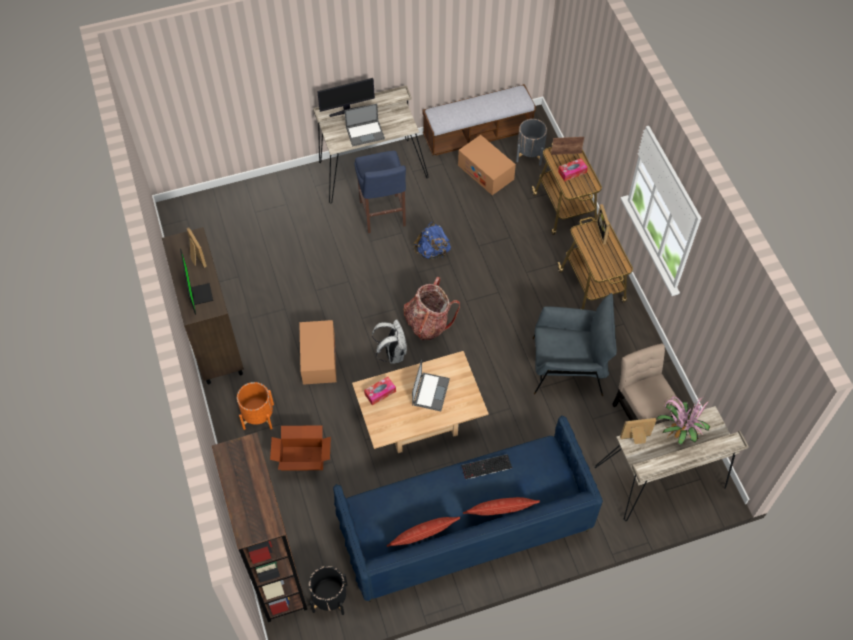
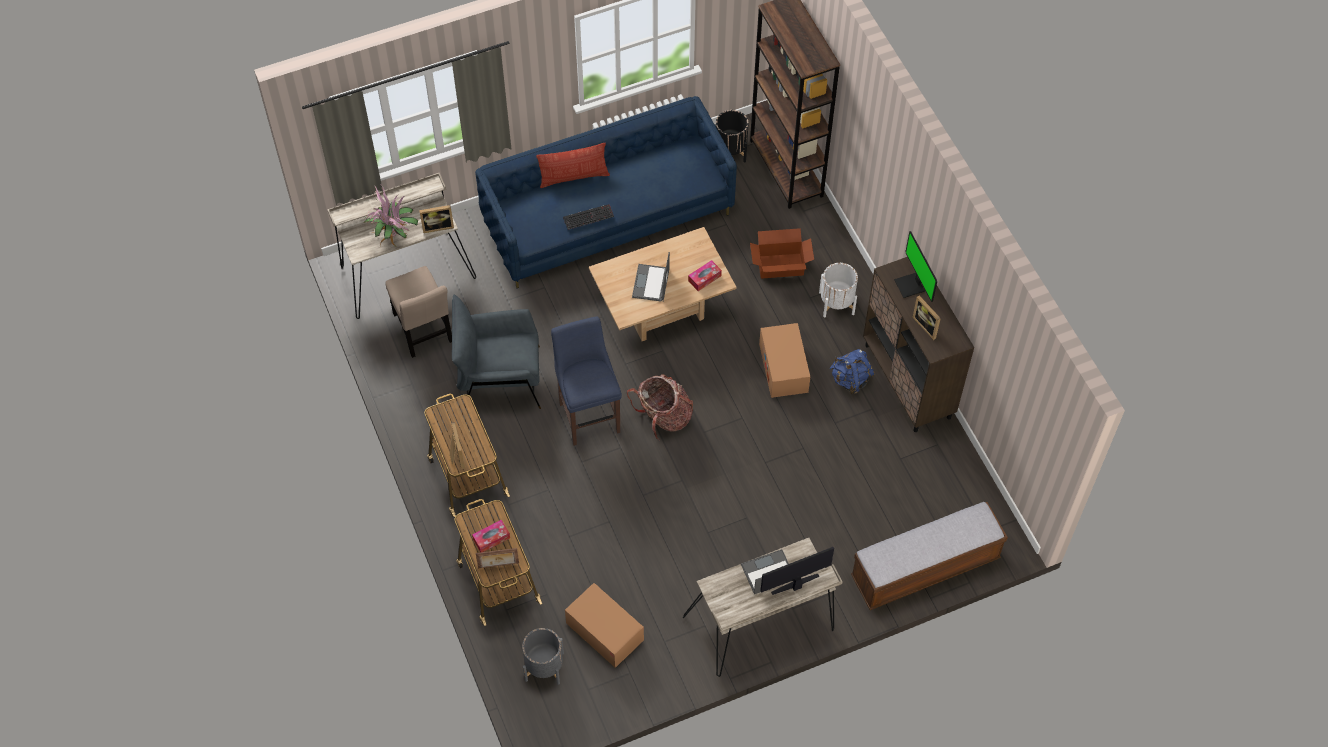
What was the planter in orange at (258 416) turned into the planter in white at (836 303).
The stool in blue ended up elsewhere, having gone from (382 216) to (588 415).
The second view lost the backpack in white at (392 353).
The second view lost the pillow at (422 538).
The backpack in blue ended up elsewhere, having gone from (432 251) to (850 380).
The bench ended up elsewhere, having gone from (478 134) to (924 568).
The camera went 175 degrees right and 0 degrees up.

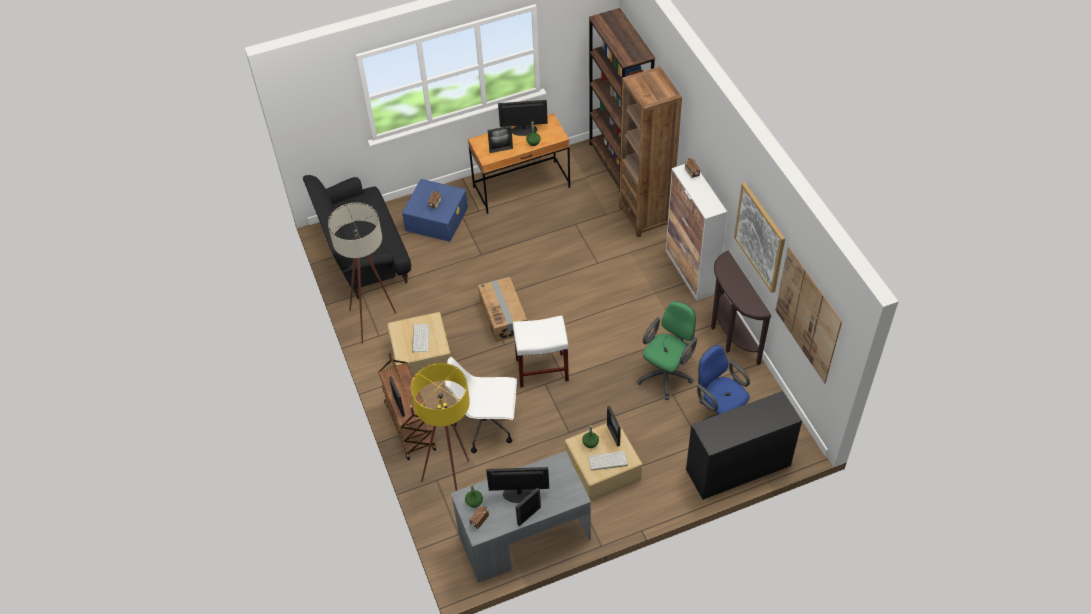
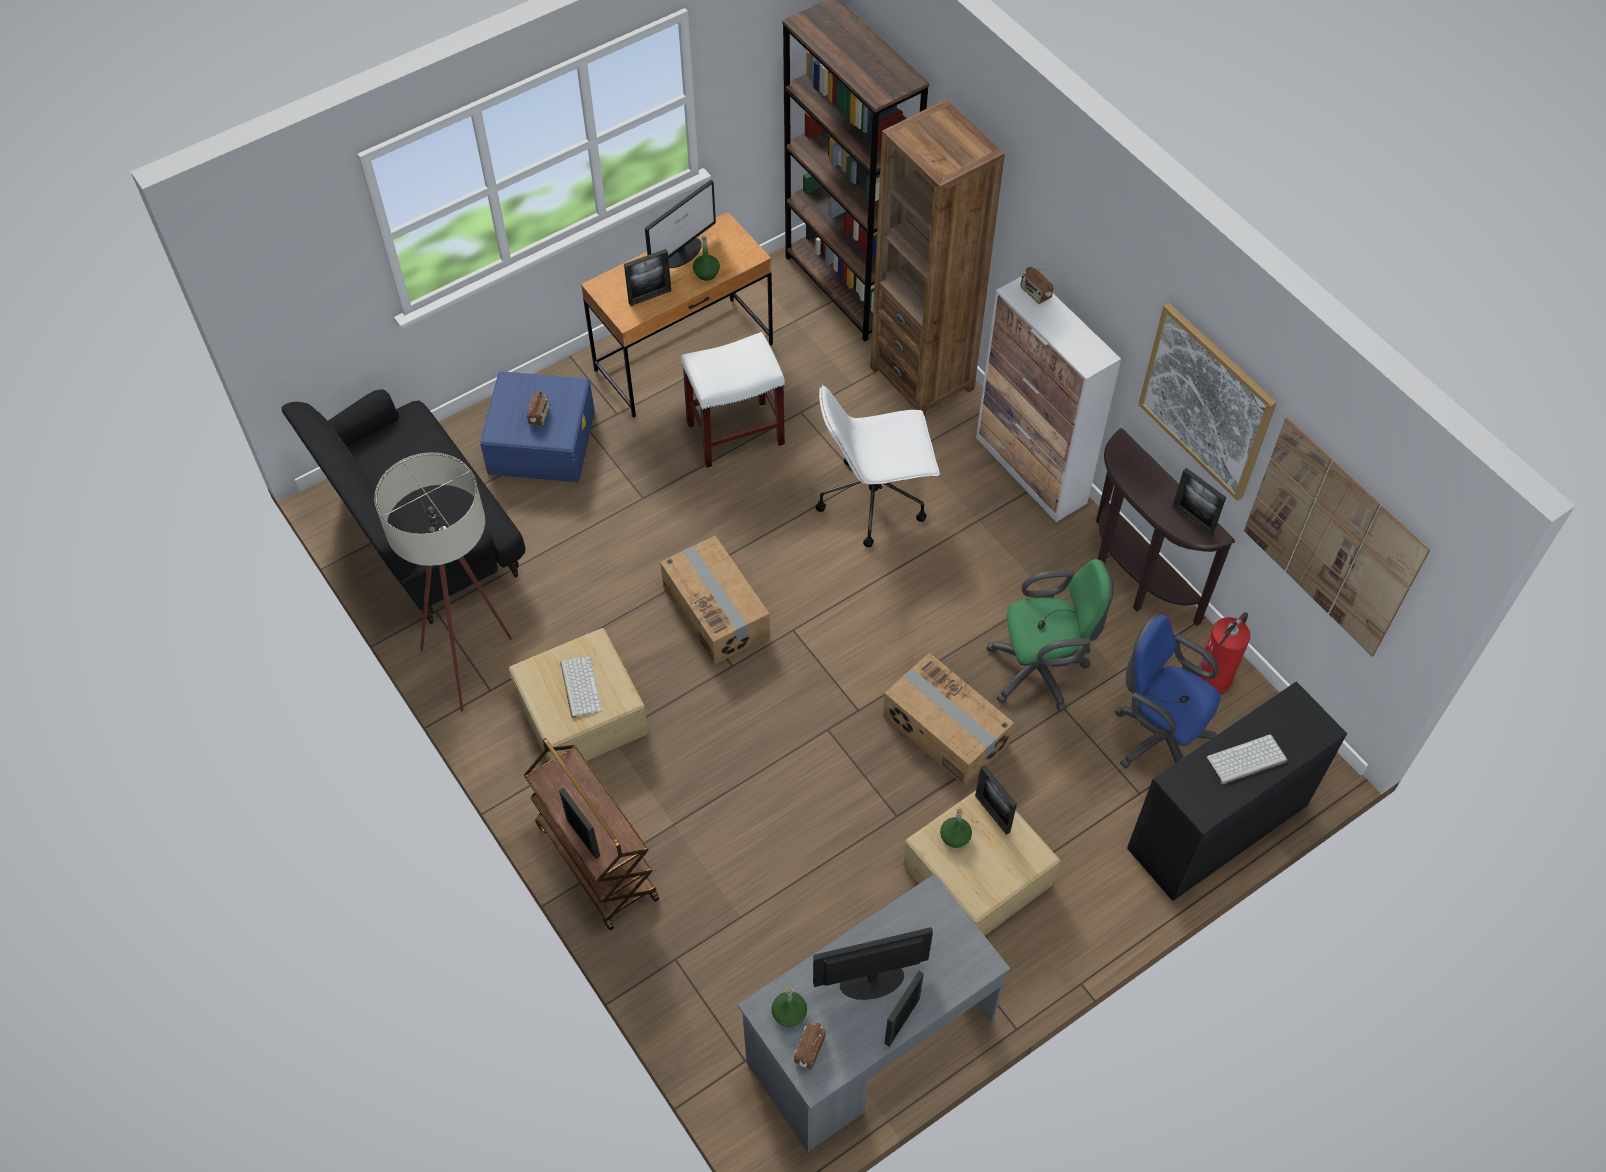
The second view lost the floor lamp in yellow at (454 478).
The office chair in white ended up elsewhere, having gone from (486 425) to (874 500).
The monitor at (523 130) ended up facing another way, 150 degrees clockwise from before.
The stool in white ended up elsewhere, having gone from (541 370) to (734 435).
The keyboard ended up elsewhere, having gone from (607 461) to (1246 760).
The office chair in green at (667 373) ended up facing another way, 60 degrees clockwise from before.
The second view gained the cardboard box at (945 730).
The second view gained the picture frame at (1192 520).
The second view gained the fire extinguisher at (1214 678).
The camera went 15 degrees left and 5 degrees up.

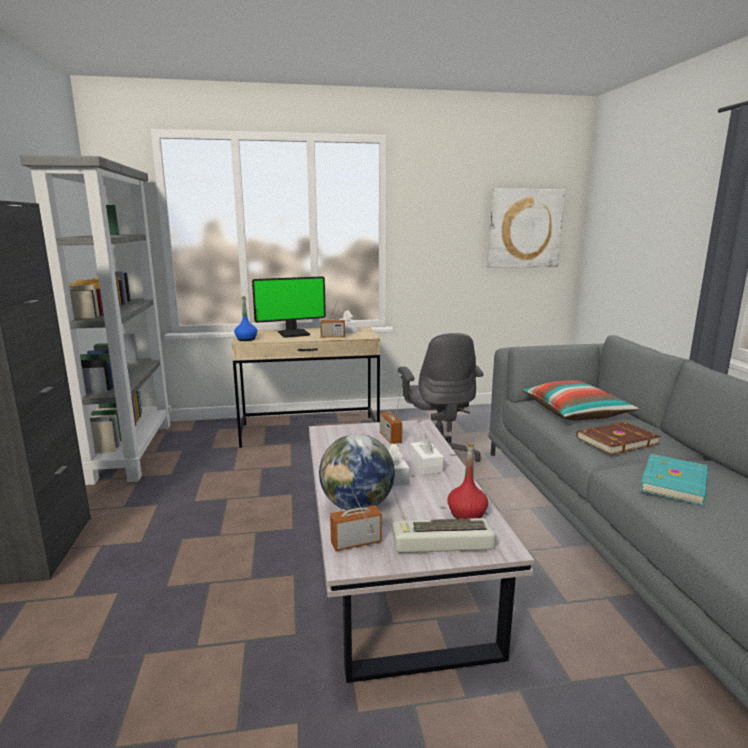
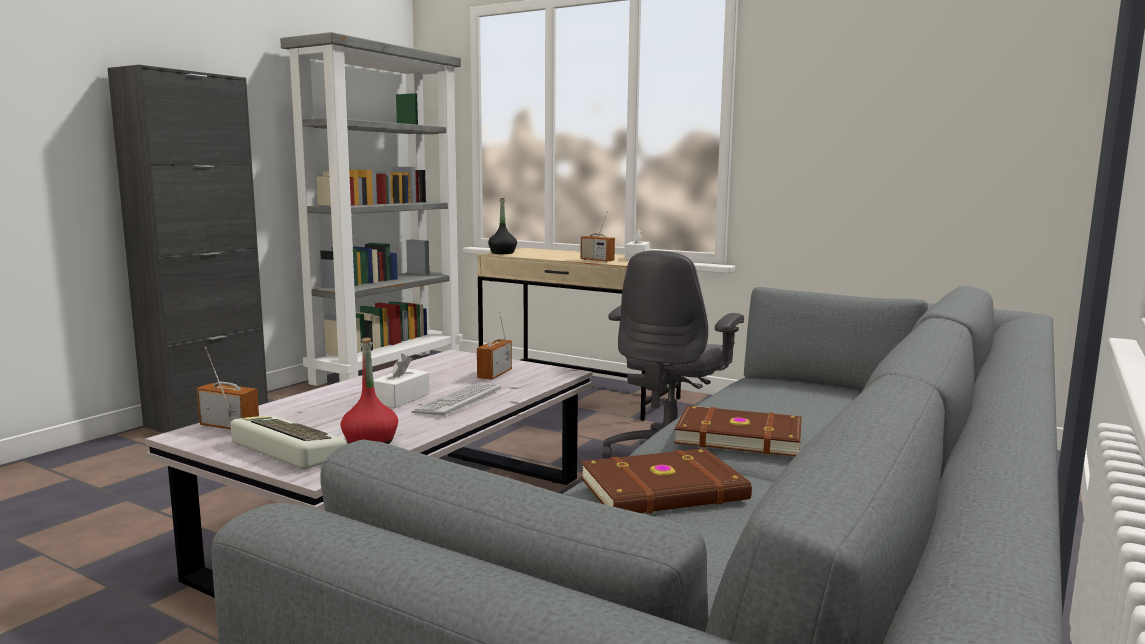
What was the bottle in blue at (246 339) turned into the bottle in black at (502 253).
The second view lost the monitor at (294 333).
The second view lost the globe at (357 506).
Where the tissue box in white stood at (426 465), the keyboard came to stand at (458 401).
The second view lost the picture at (524 228).
The second view lost the pillow at (575 413).
What was the book in turquoise at (676 482) turned into the book in brown at (665 490).
The camera went 40 degrees right and 5 degrees down.

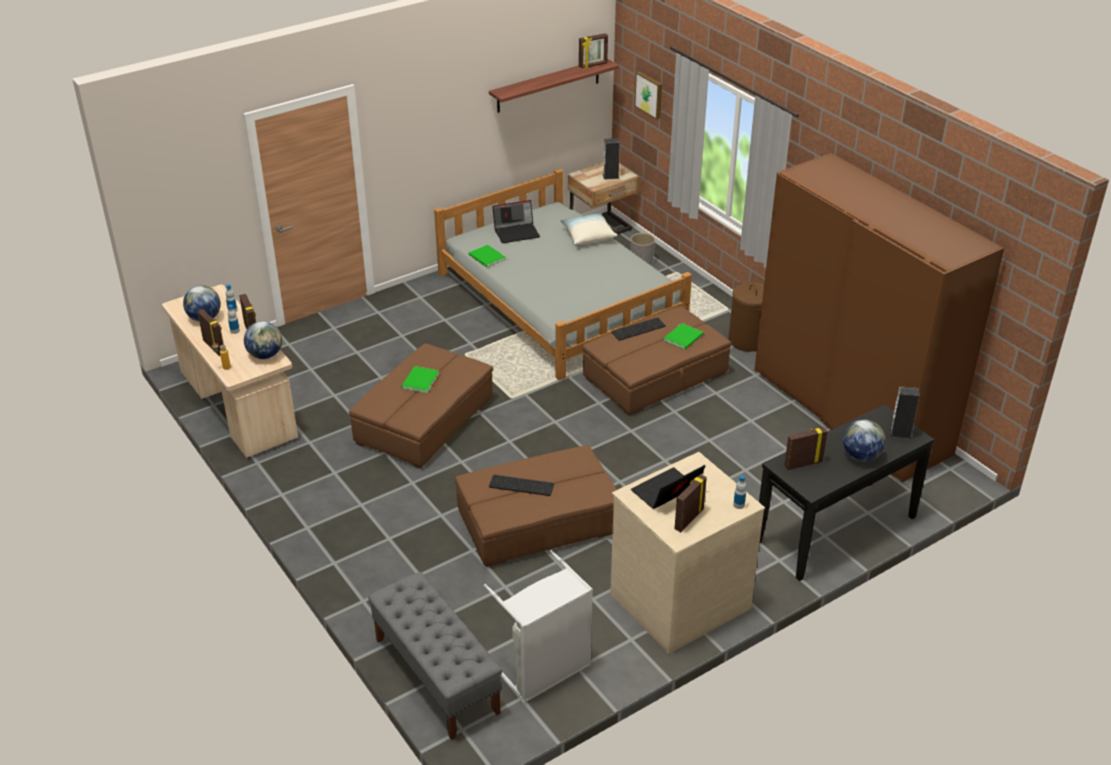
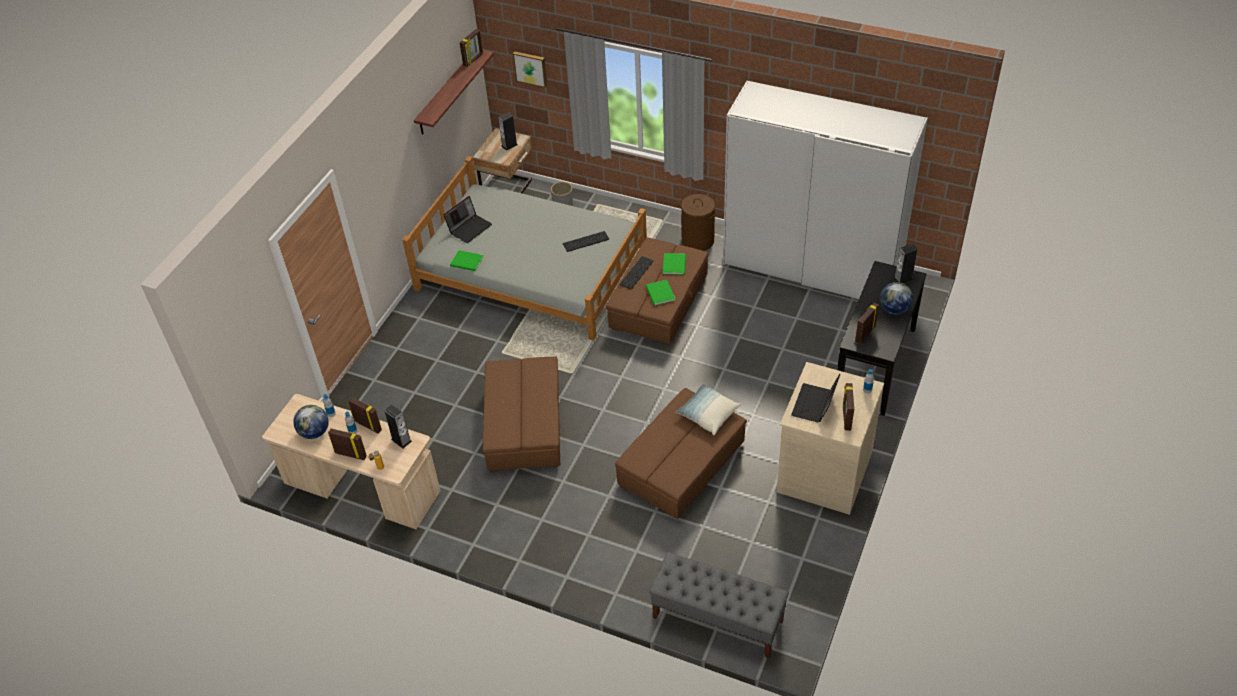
Where the globe stood at (265 355), the speaker came to stand at (401 440).
The book in green ended up elsewhere, having gone from (419 381) to (660 294).
The second view lost the laundry basket in grey at (545 670).
The keyboard ended up elsewhere, having gone from (520 486) to (585 242).
The pillow ended up elsewhere, having gone from (587 236) to (708 414).
What was the wardrobe in brown at (850 412) turned into the wardrobe in white at (812 267).
The camera went 30 degrees left and 10 degrees up.

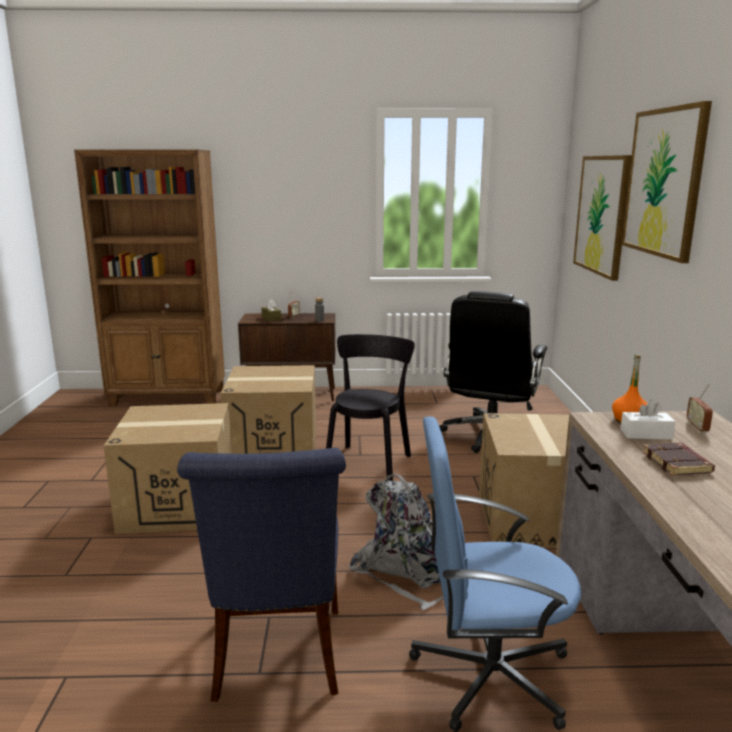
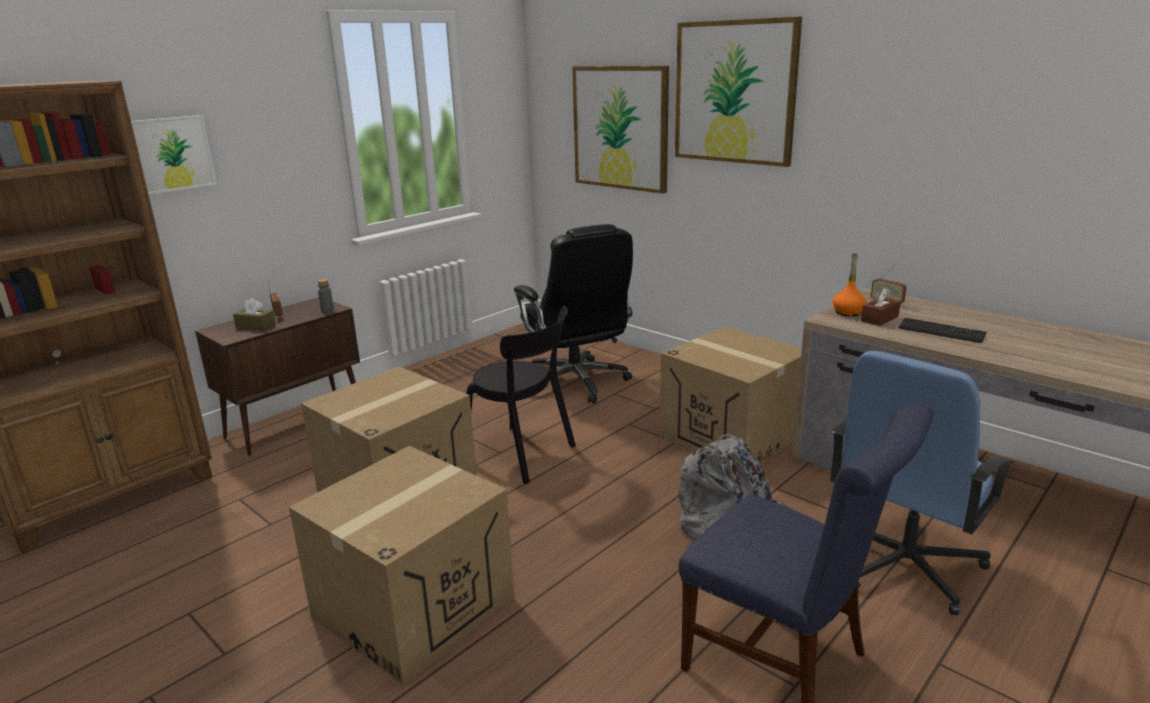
The chair in black at (369 462) ended up facing another way, 150 degrees clockwise from before.
What was the tissue box in white at (646 434) turned into the tissue box in brown at (879 319).
Where the book in brown stood at (678 464), the keyboard came to stand at (941 332).
The second view gained the picture at (173 154).
The camera went 45 degrees left and 5 degrees up.

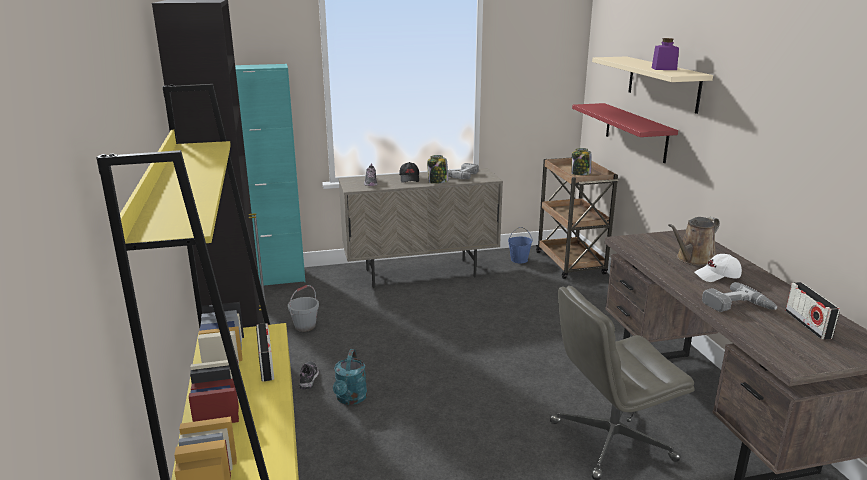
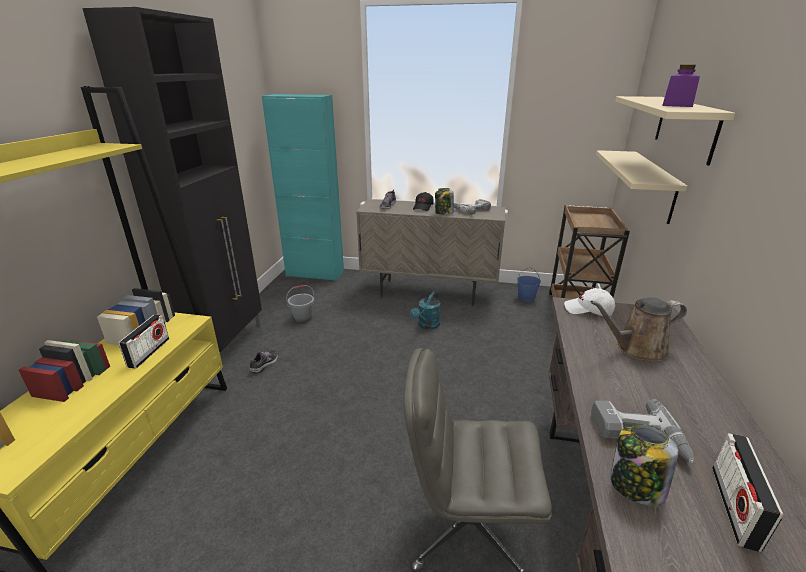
The watering can in turquoise ended up elsewhere, having gone from (350 399) to (427 325).
What was the shelf in red at (635 132) turned into the shelf in beige at (652 185).
The jar ended up elsewhere, having gone from (580 174) to (635 486).
The cap in white ended up elsewhere, having gone from (717 276) to (588 310).
The camera went 25 degrees right and 5 degrees up.

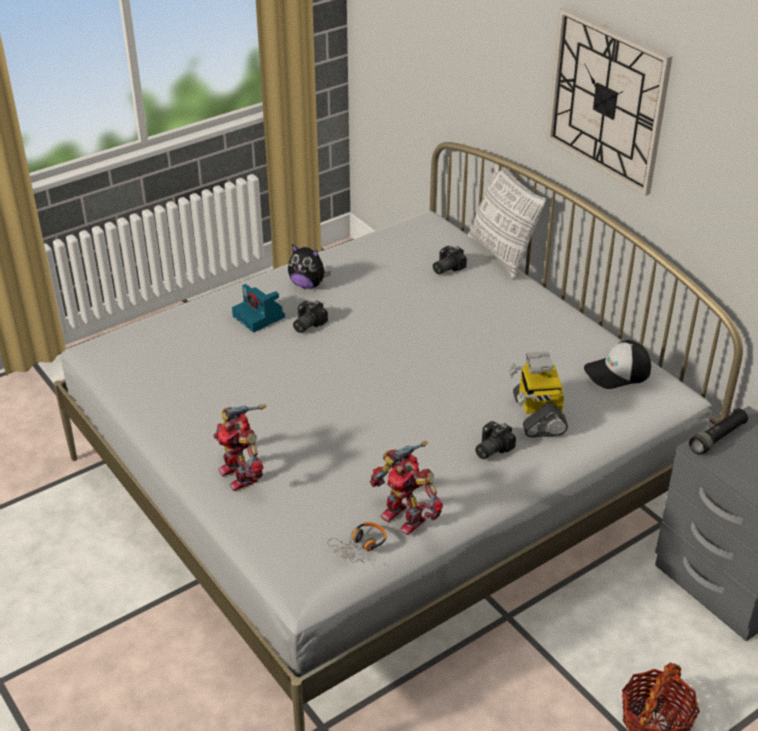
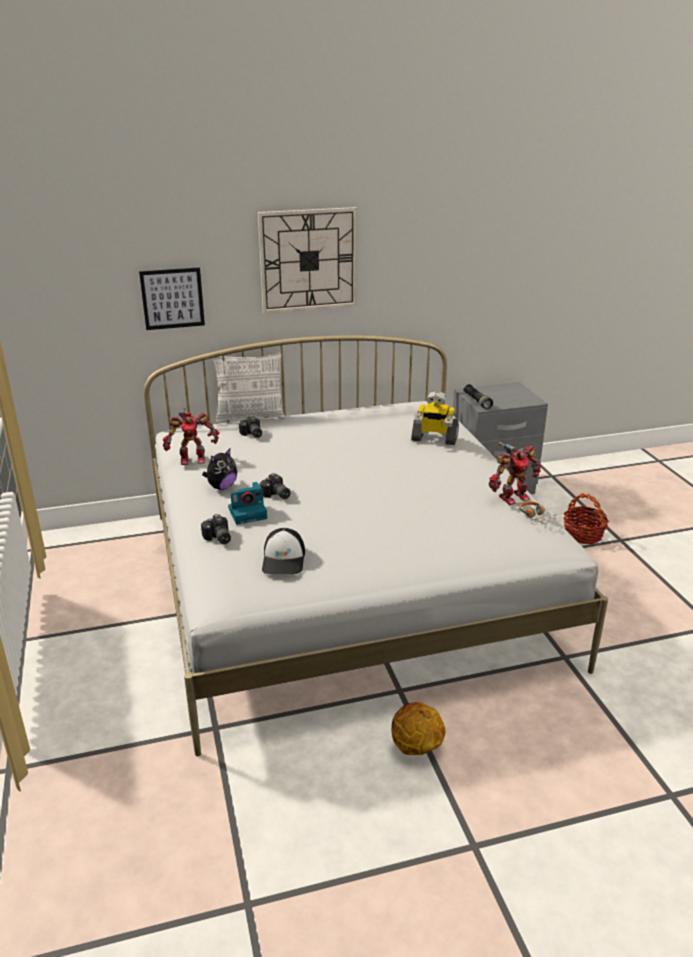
The toy robot ended up elsewhere, having gone from (241 474) to (192 459).
The photo camera ended up elsewhere, having gone from (490 448) to (217 538).
The cap ended up elsewhere, having gone from (617 372) to (284 560).
The second view gained the picture at (172 298).
The second view gained the basketball at (416 747).
The camera went 70 degrees left and 10 degrees down.

